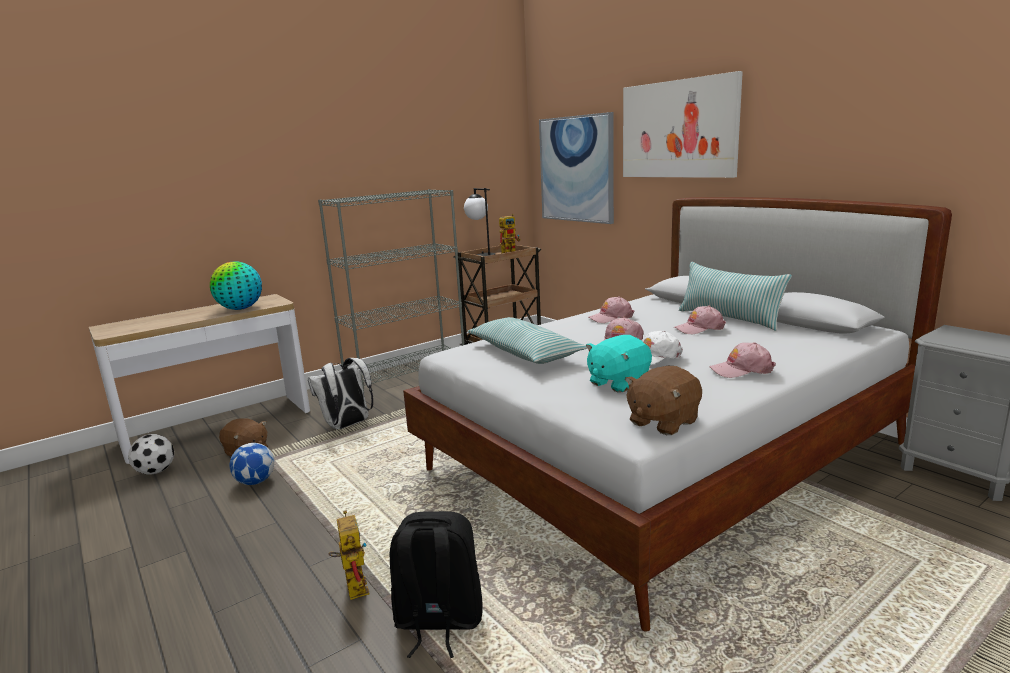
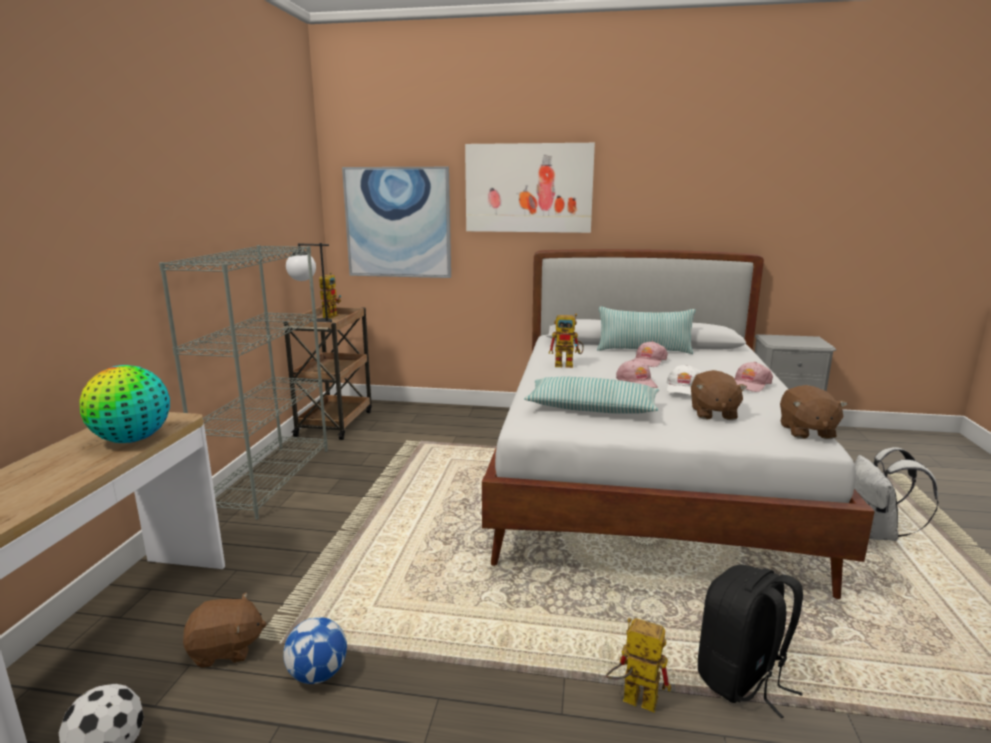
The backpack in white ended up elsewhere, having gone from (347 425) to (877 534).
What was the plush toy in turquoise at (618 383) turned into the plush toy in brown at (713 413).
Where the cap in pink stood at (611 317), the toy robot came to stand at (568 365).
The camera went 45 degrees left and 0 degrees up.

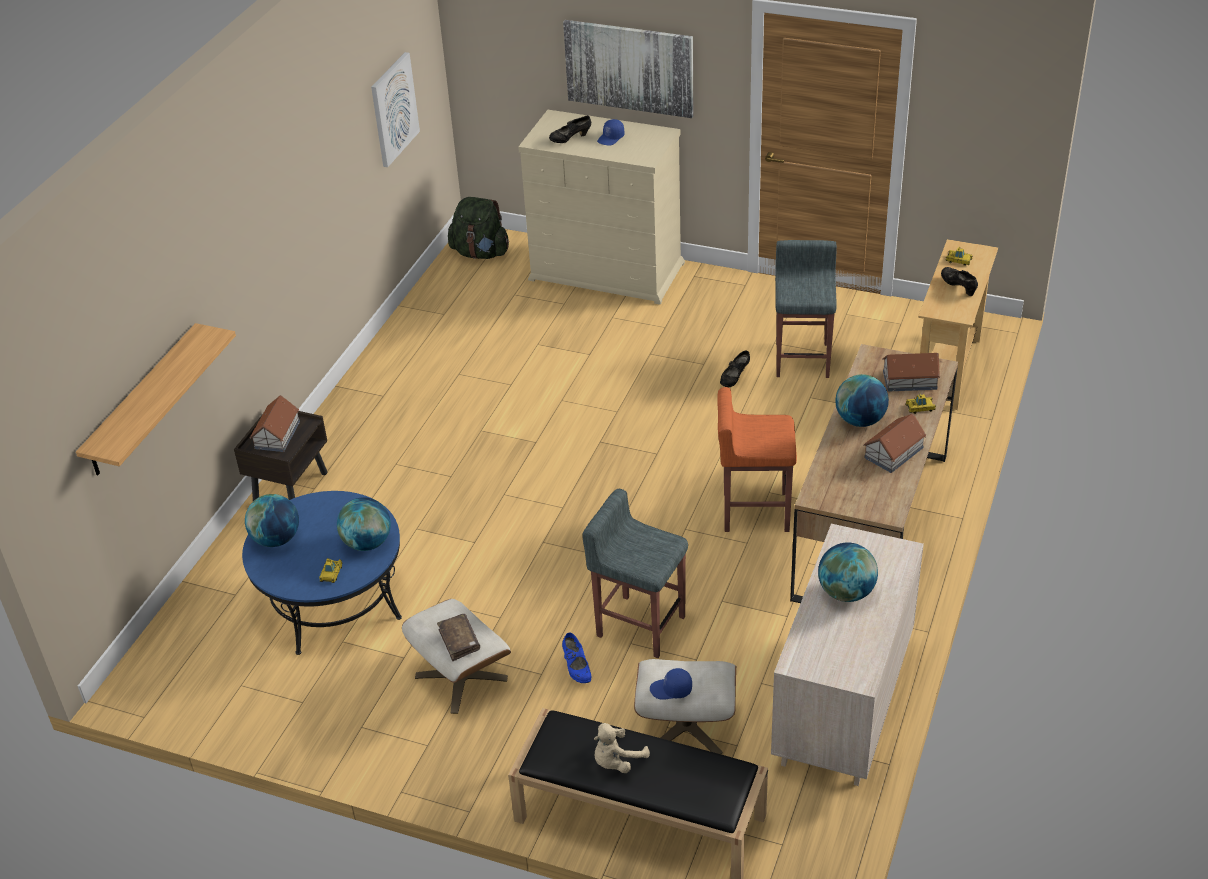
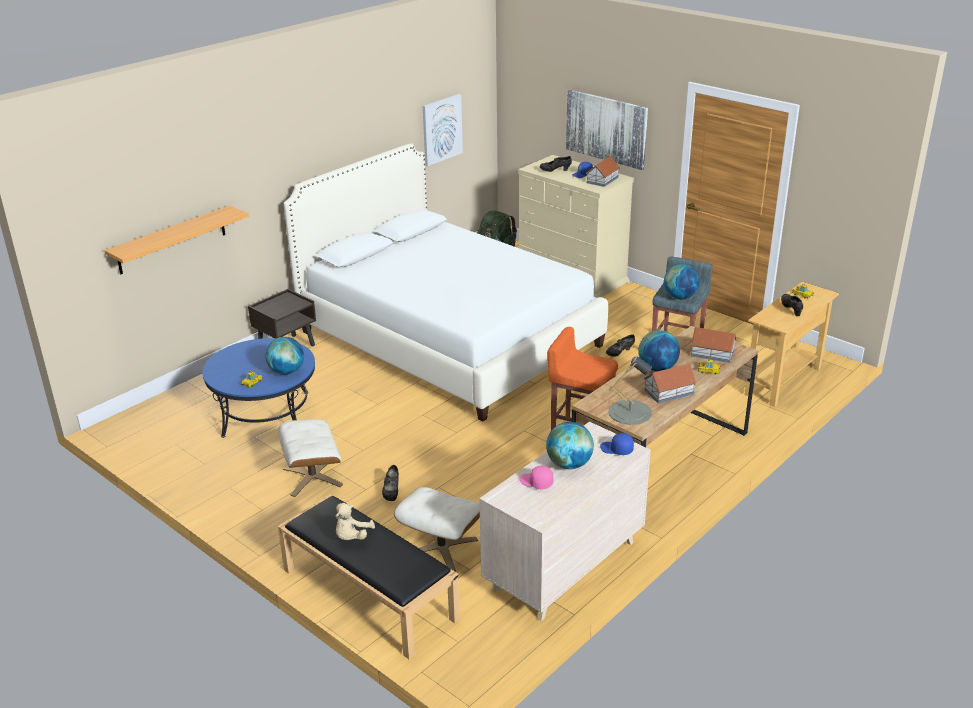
The globe ended up elsewhere, having gone from (276 539) to (680 297).
The toy house ended up elsewhere, having gone from (278 434) to (603 180).
The second view lost the book in brown at (459 641).
What was the shoe in blue at (576 668) turned into the shoe in black at (391 492).
The second view lost the stool in grey at (639 625).
The plush toy in beige at (617 761) ended up facing another way, 45 degrees counterclockwise from before.
The cap in blue ended up elsewhere, having gone from (671 690) to (616 449).
The second view gained the bed in white at (449 338).
The second view gained the cap in pink at (536 482).
The second view gained the table lamp in grey at (630 412).
The camera went 20 degrees right and 10 degrees down.

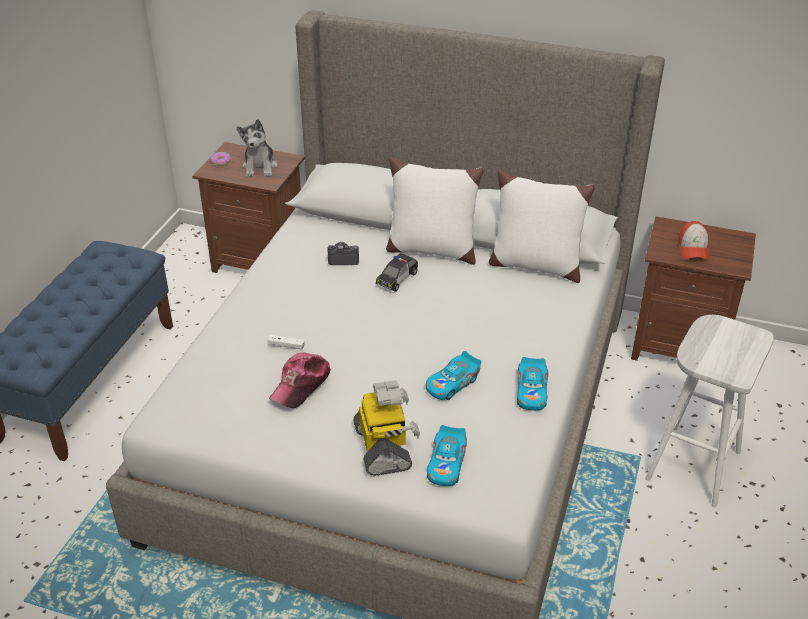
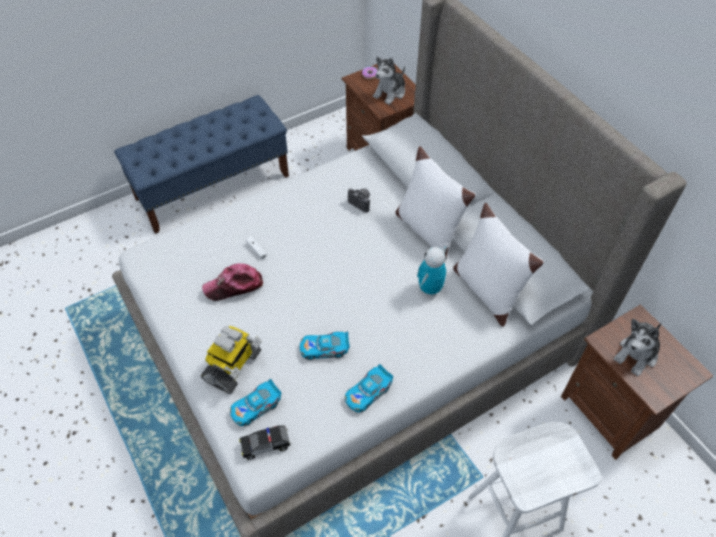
The toy car ended up elsewhere, having gone from (397 279) to (266 444).
Where the cap stood at (693 249), the plush toy came to stand at (636 355).
The second view gained the toy robot at (430 289).
The camera went 40 degrees right and 15 degrees up.

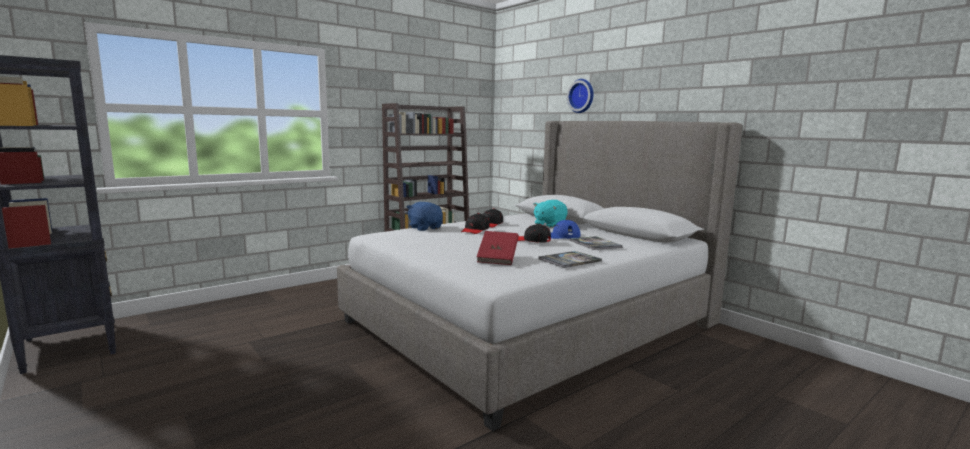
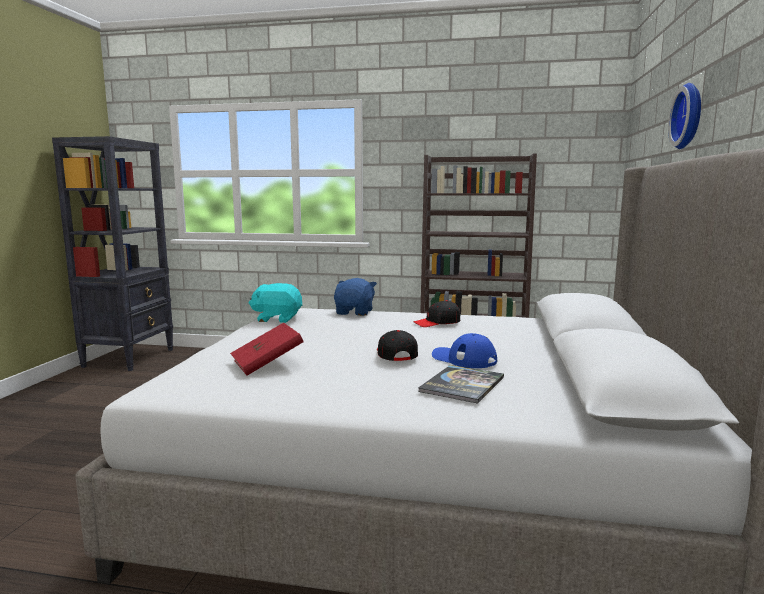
The second view lost the cap in black at (475 230).
The plush toy in turquoise ended up elsewhere, having gone from (549 224) to (277 319).
The second view lost the book at (569 260).
The camera went 50 degrees right and 0 degrees up.

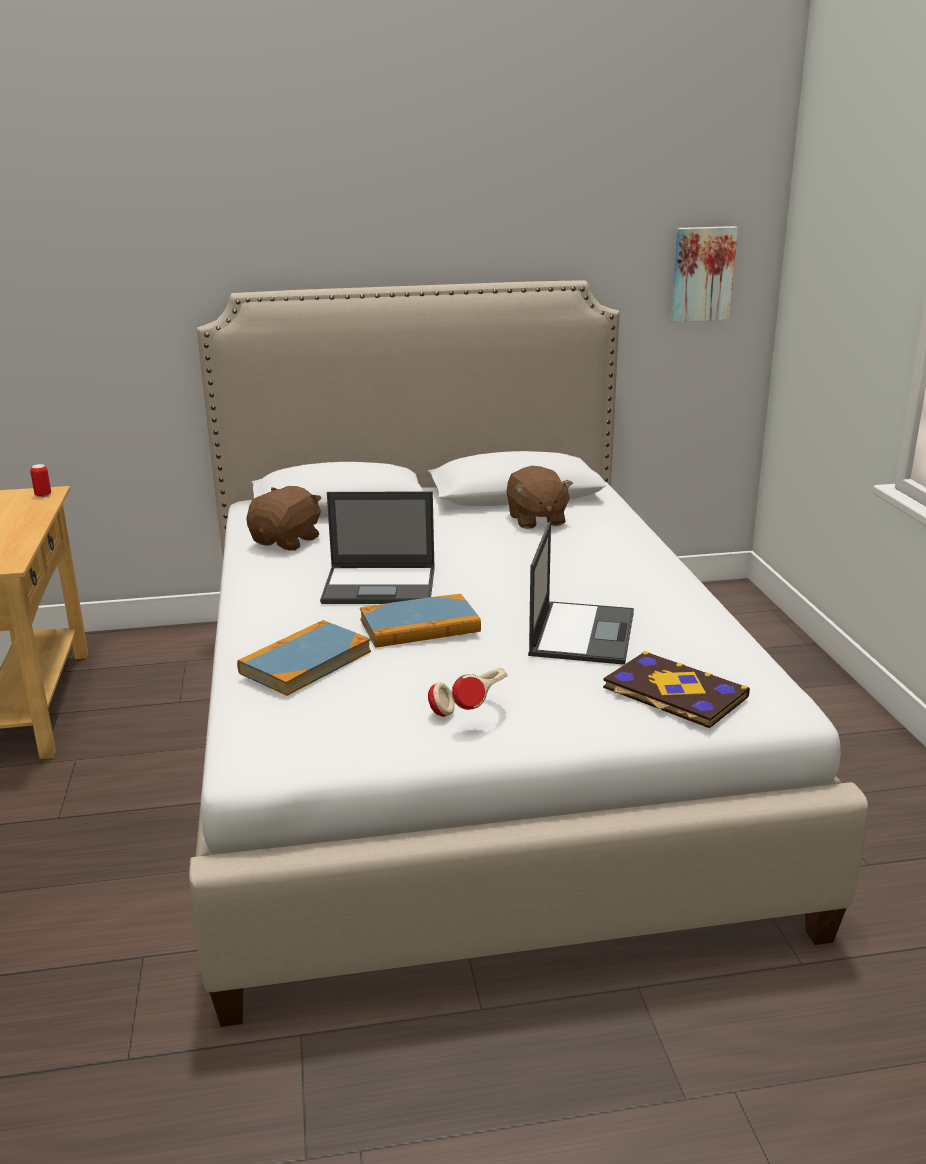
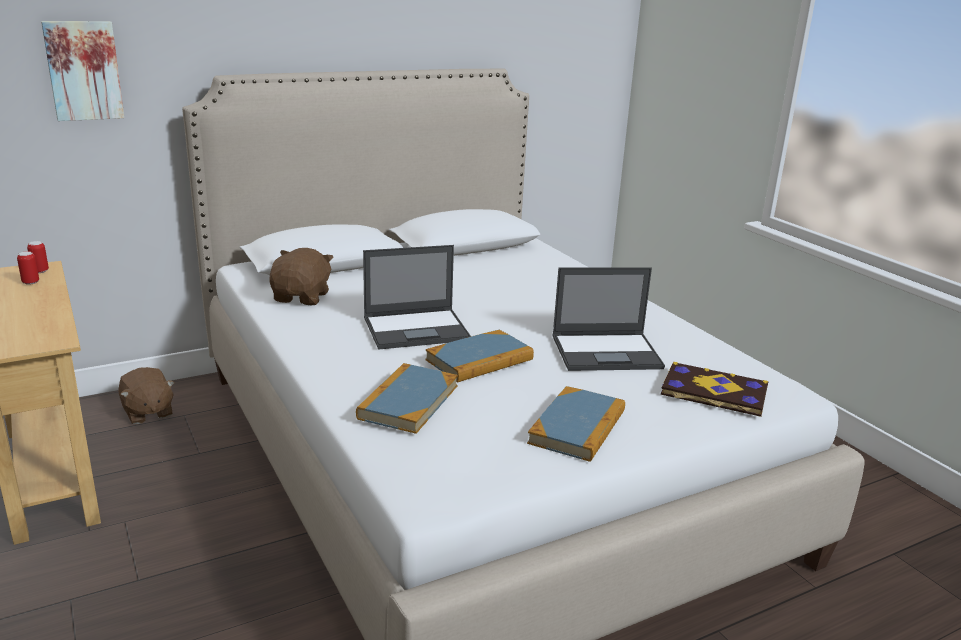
Where the headphones in beige stood at (471 712), the book came to stand at (577 427).
The plush toy in brown ended up elsewhere, having gone from (536 520) to (147 412).
The laptop at (582 632) ended up facing another way, 90 degrees clockwise from before.
The picture ended up elsewhere, having gone from (702 274) to (83 70).
The second view gained the can at (30 282).
The camera went 20 degrees left and 0 degrees up.

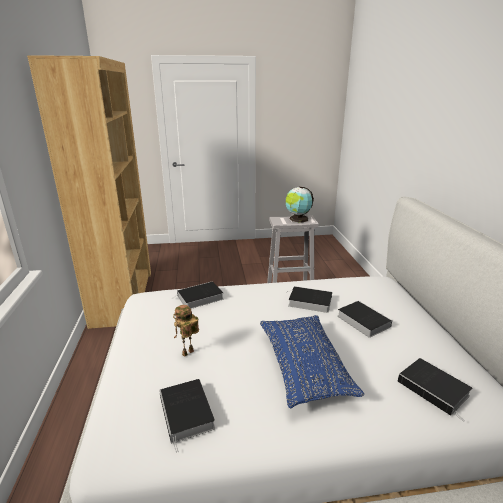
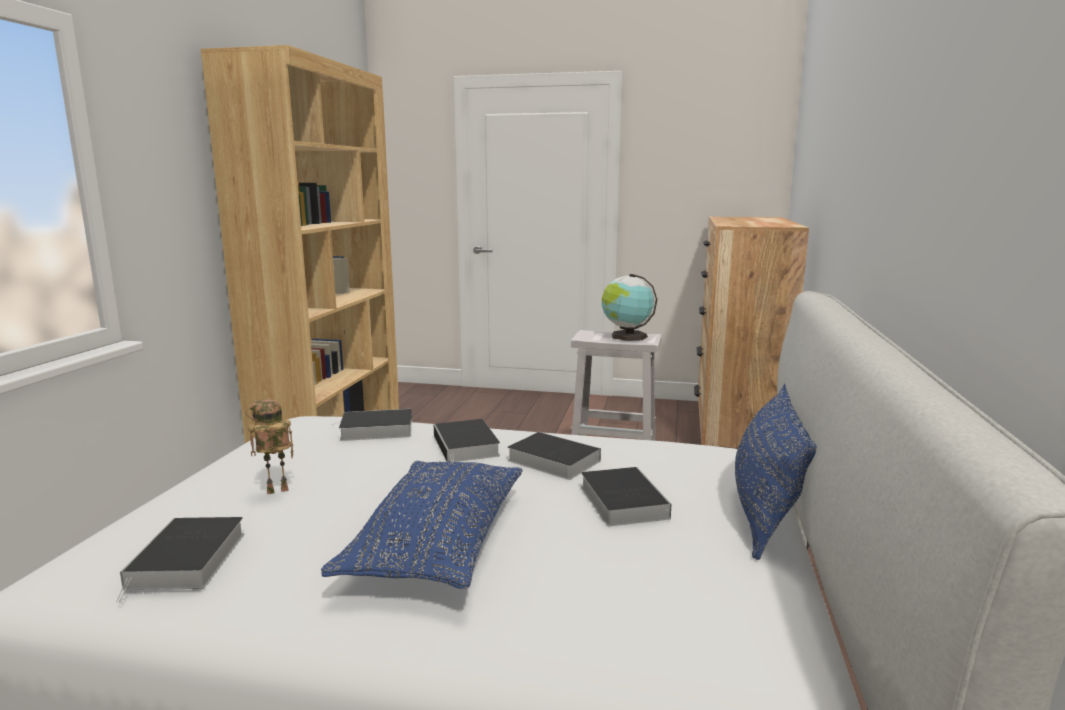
The book ended up elsewhere, having gone from (435 389) to (467 446).
The second view gained the dresser in brown at (735 430).
The second view gained the pillow in blue at (767 509).
The camera went 20 degrees right and 10 degrees down.

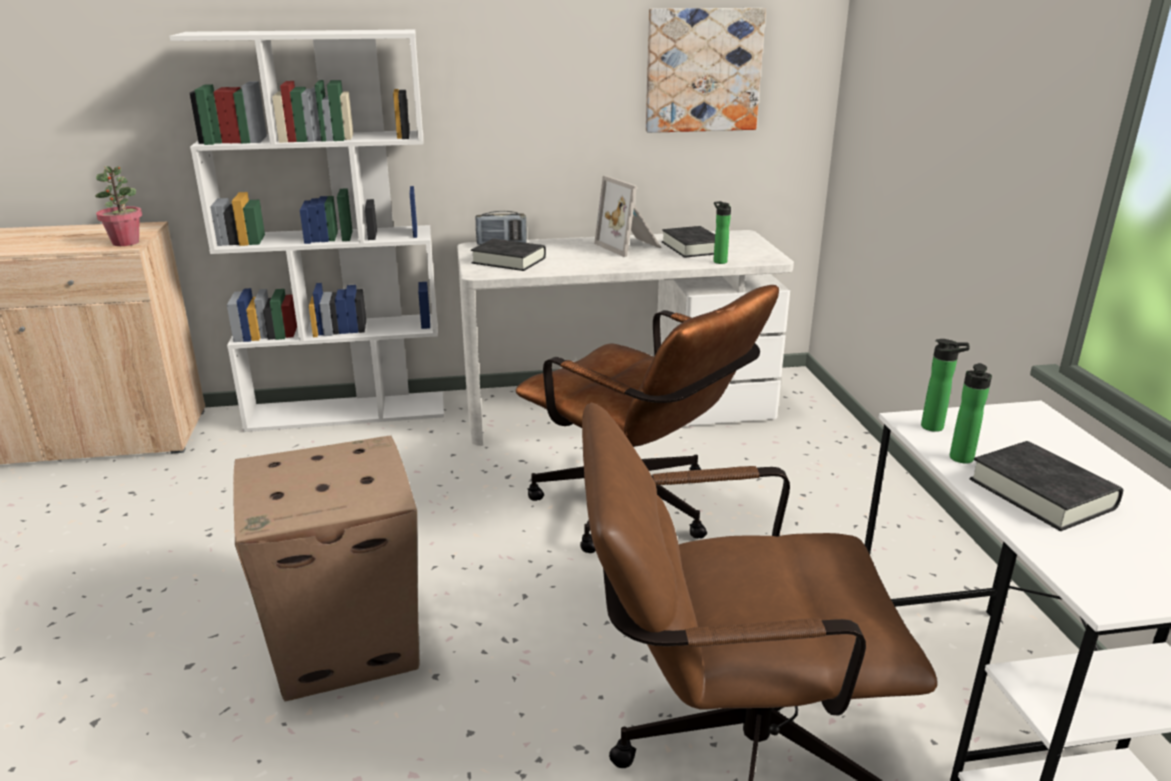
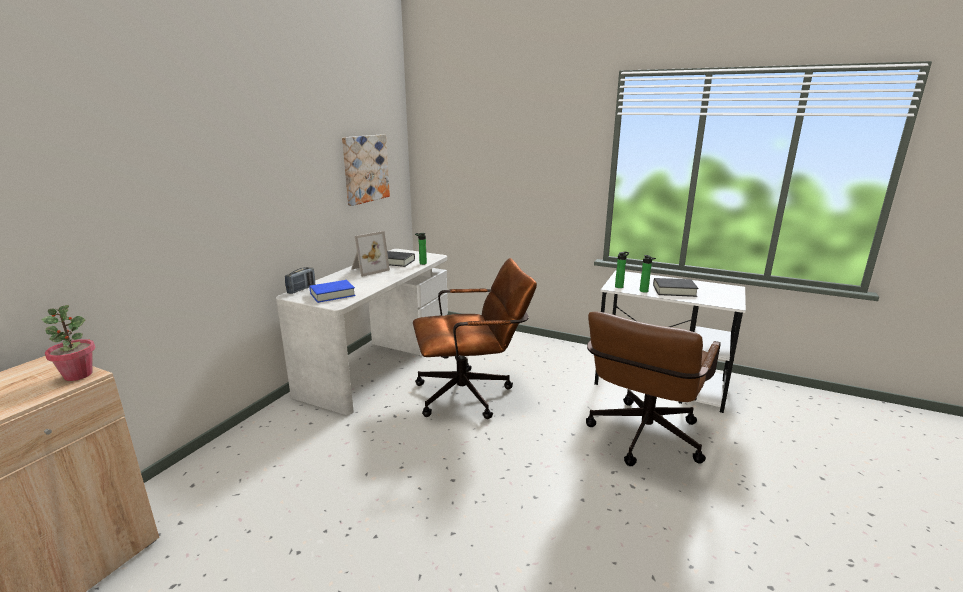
The second view lost the bookcase in white at (348 411).
The second view lost the cardboard box at (347 642).
What was the book in black at (509 260) turned into the book in blue at (332 294).
The picture frame at (630 246) ended up facing another way, 45 degrees counterclockwise from before.
The camera went 55 degrees left and 5 degrees down.

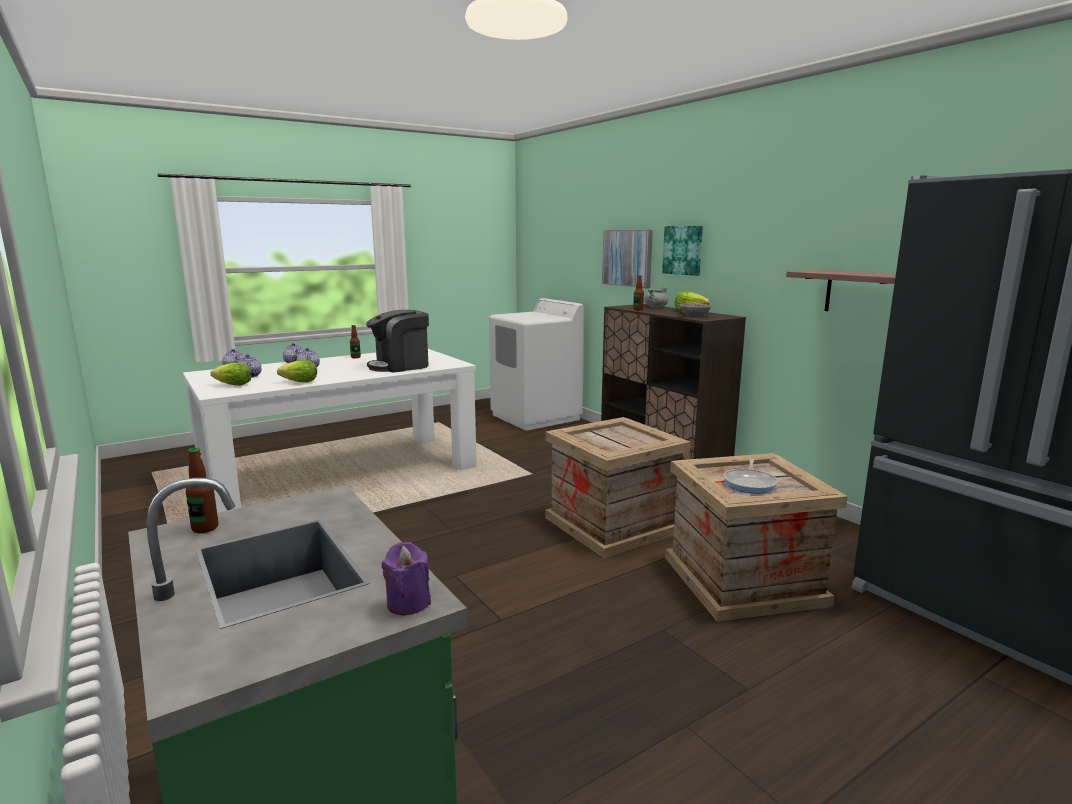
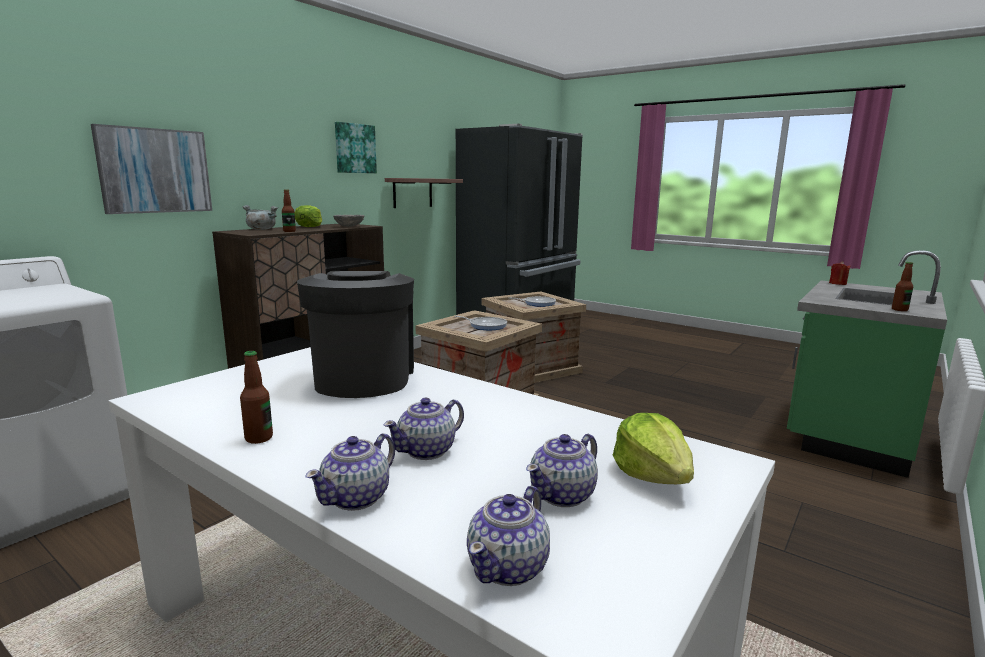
The second view lost the lettuce at (300 382).
The coffee machine at (400 366) ended up facing another way, 135 degrees counterclockwise from before.
What was the candle in purple at (408 603) turned into the candle in red at (837 283).
The picture ended up elsewhere, having gone from (683 250) to (354 148).
The second view gained the frying pan at (486 326).
The camera went 110 degrees left and 0 degrees up.

